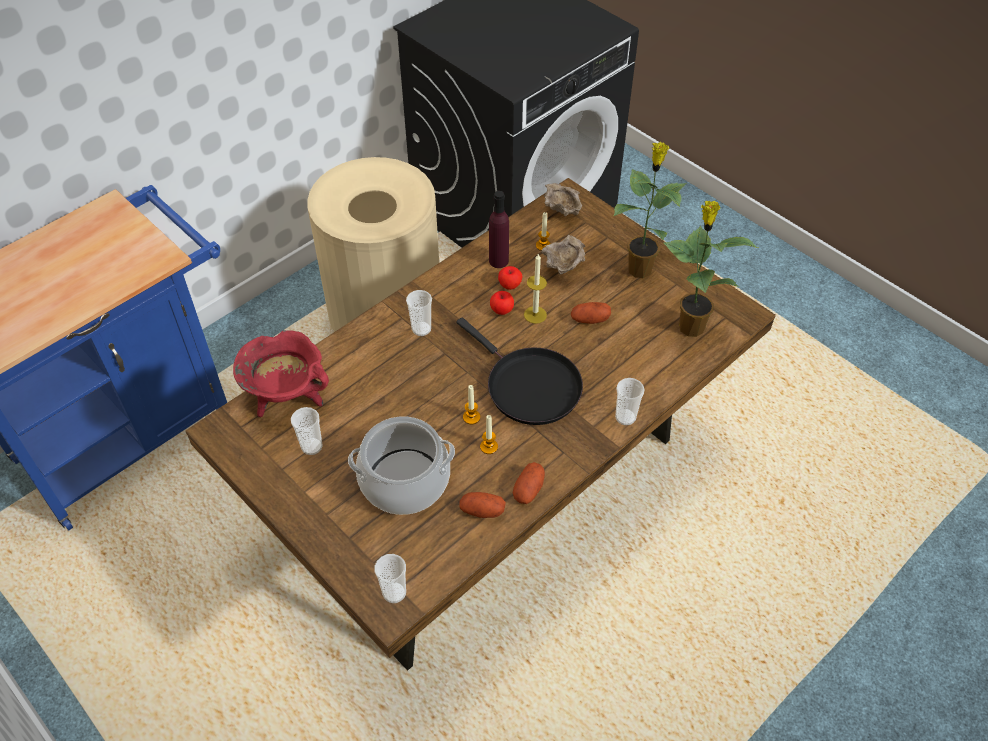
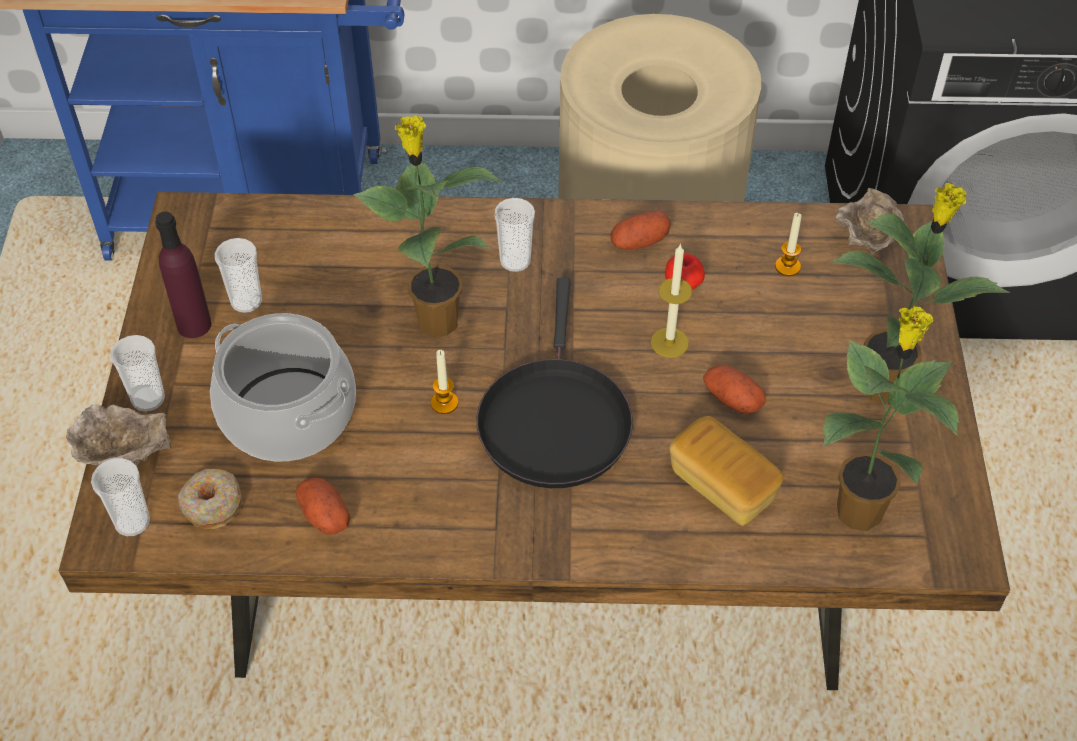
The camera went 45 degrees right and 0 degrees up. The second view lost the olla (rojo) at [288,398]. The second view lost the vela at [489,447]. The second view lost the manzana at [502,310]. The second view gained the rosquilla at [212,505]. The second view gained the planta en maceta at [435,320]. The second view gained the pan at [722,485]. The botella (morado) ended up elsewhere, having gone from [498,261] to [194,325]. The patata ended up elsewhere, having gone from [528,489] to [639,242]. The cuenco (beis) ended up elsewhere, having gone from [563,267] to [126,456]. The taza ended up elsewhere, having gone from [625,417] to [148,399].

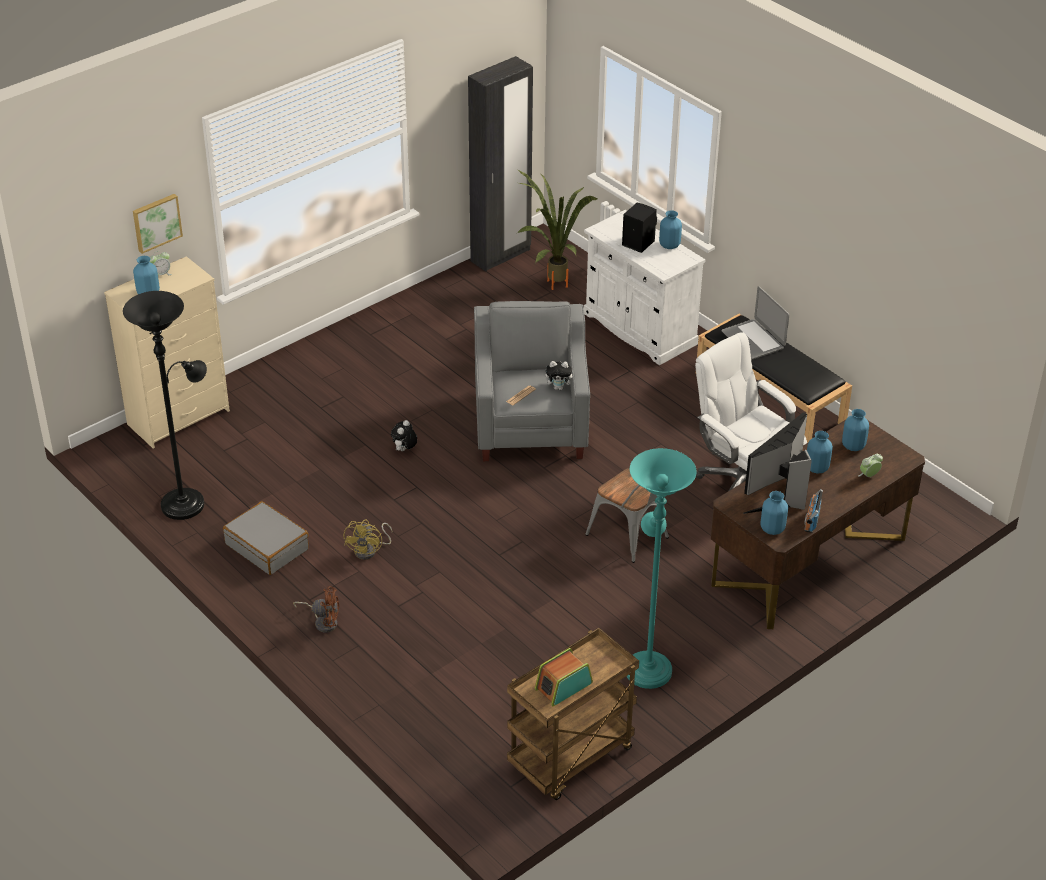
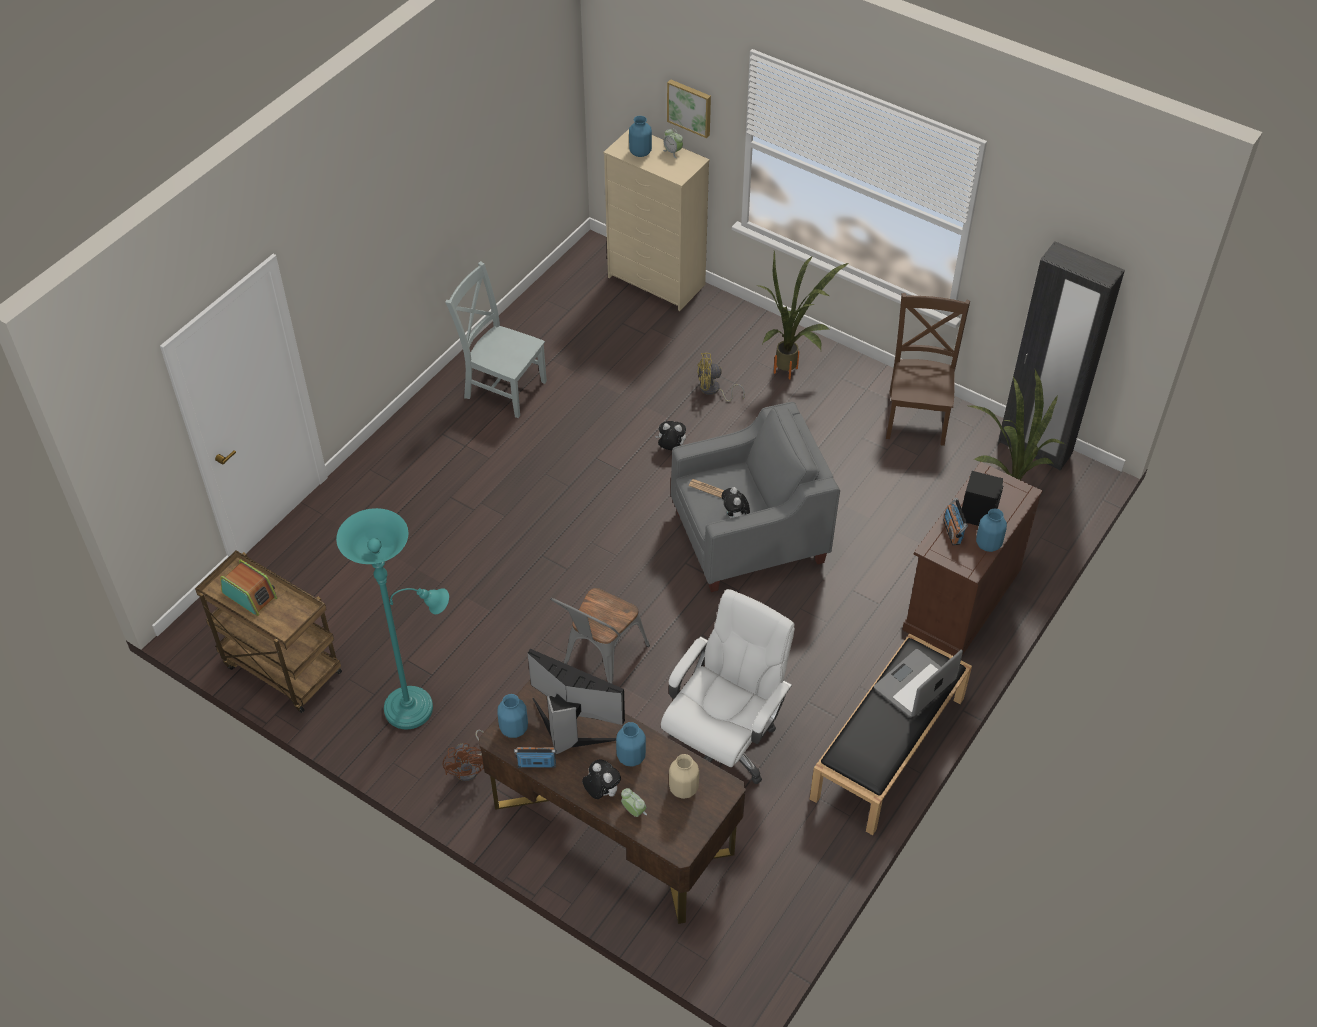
The camera went 75 degrees right and 10 degrees up. The second view lost the lámpara de pie (negro) at [186,501]. The second view gained the peluche at [601,792]. The second view gained the planta en maceta at [791,374]. The second view gained the silla (marrón) at [917,416]. The second view gained the radio at [952,531]. The ventilador (marrón) ended up elsewhere, having gone from [323,622] to [471,767]. The ventilador (amarillo) ended up elsewhere, having gone from [369,551] to [713,390]. Where the maleta (gris) stood at [267,546], the silla (gris) came to stand at [502,387]. What was the armario (blanco) at [639,329] turned into the armario (marrón) at [961,599]. What was the florero (azul) at [853,446] turned into the florero (beis) at [683,788].

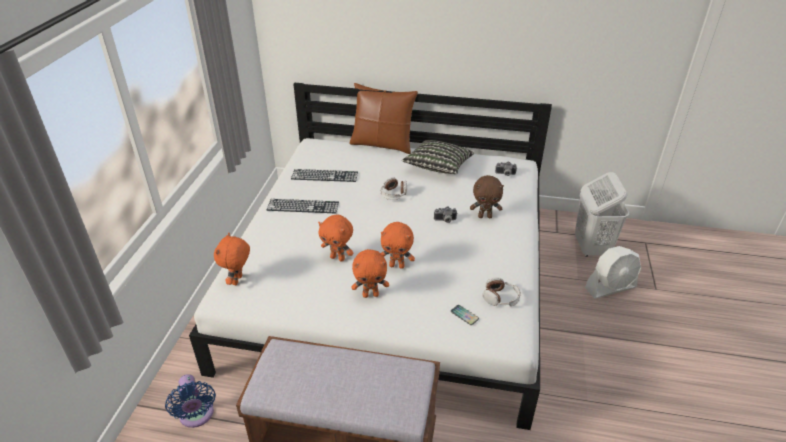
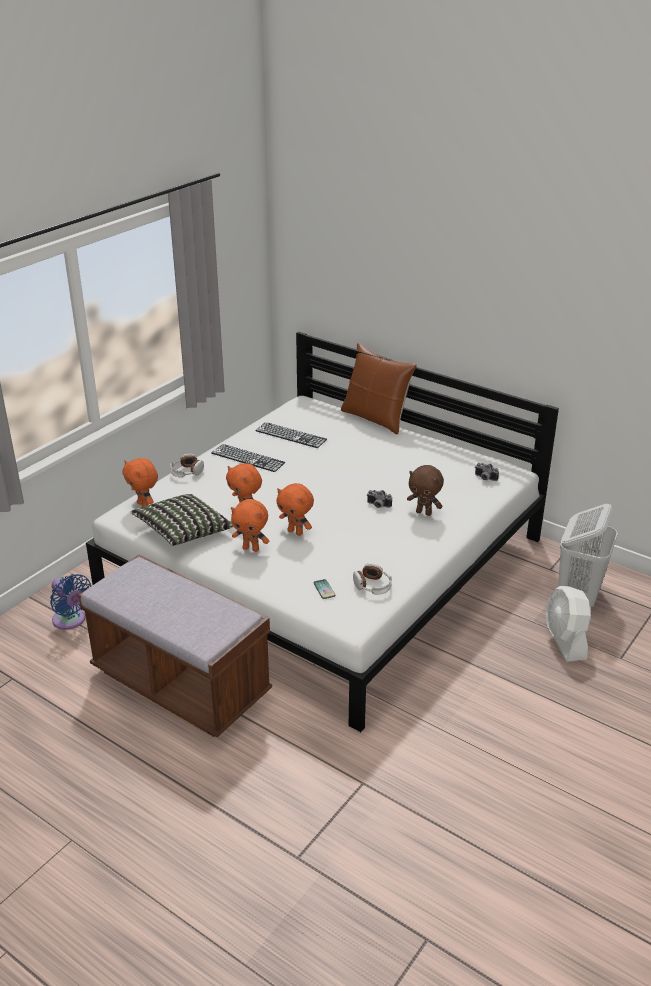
The camera went 25 degrees right and 5 degrees down. The auriculares ended up elsewhere, having gone from [394,194] to [186,472]. The cojín ended up elsewhere, having gone from [438,167] to [183,532]. The ventilador (azul) at [197,416] ended up facing another way, 45 degrees counterclockwise from before. The peluche (naranja) at [238,280] ended up facing another way, 75 degrees counterclockwise from before. The ventilador (blanco) at [610,287] ended up facing another way, 75 degrees clockwise from before.

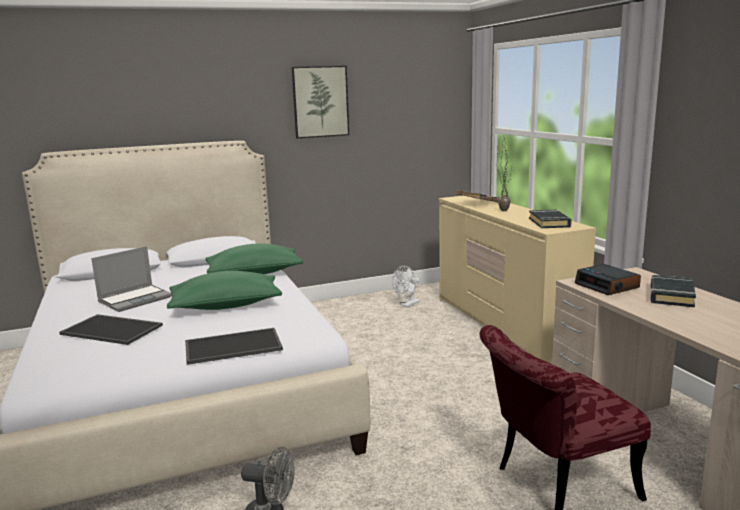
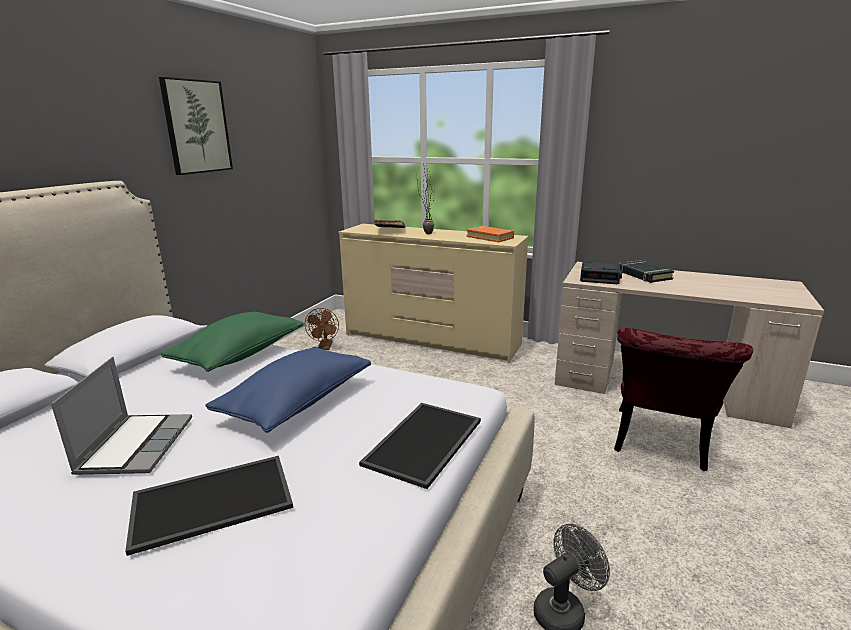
The camera went 45 degrees left and 5 degrees up. What was the cojín (verde) at [226,306] turned into the cojín (azul) at [297,403]. What was the ventilador (blanco) at [407,304] turned into the ventilador (marrón) at [325,347]. What was the libro (negro) at [549,223] turned into the libro (naranja) at [490,237].

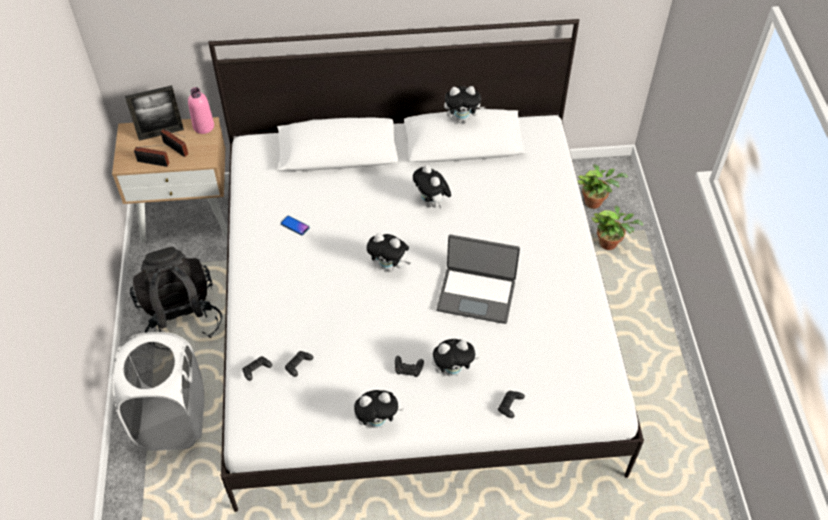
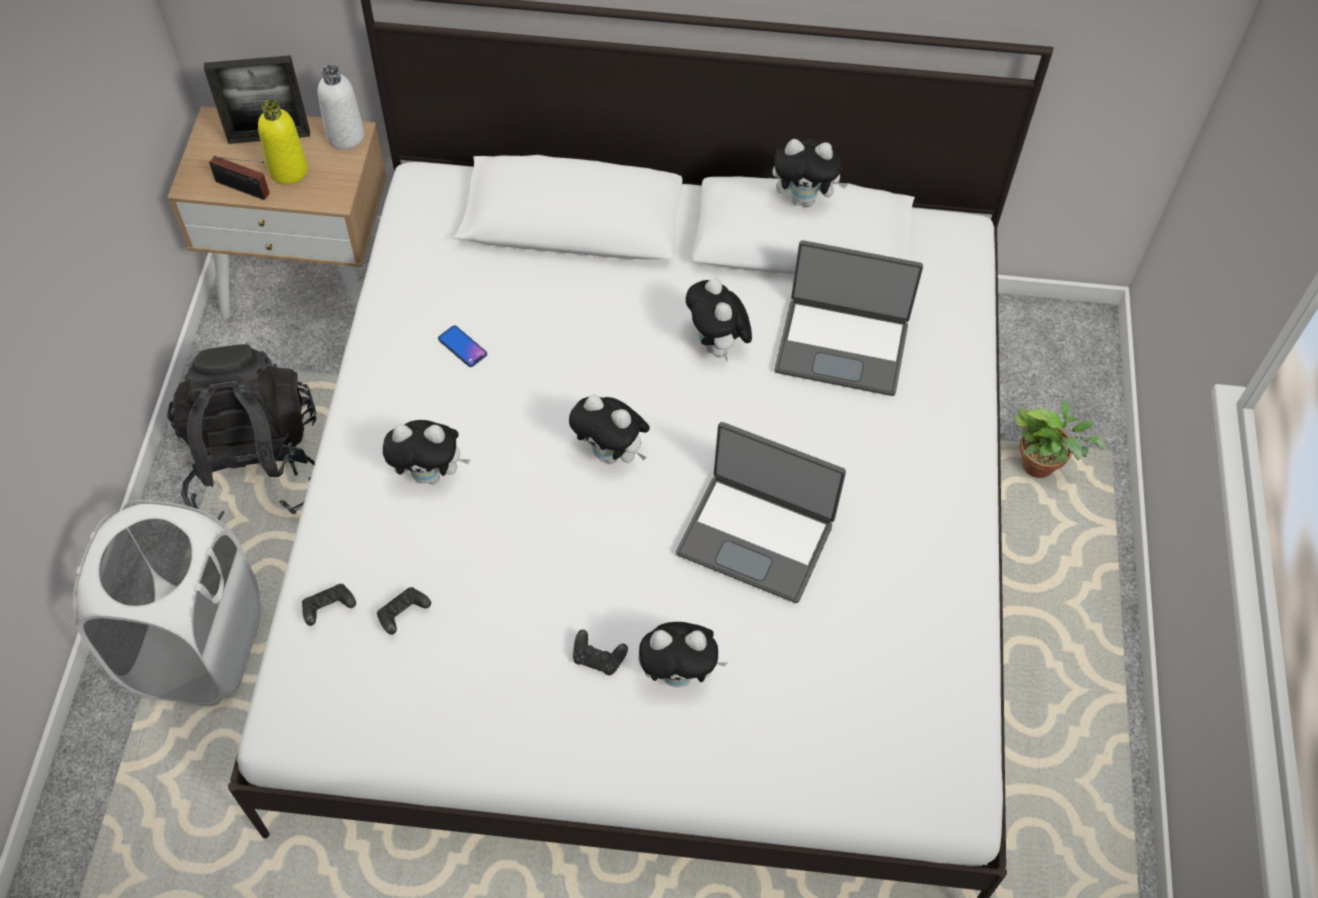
The camera went 10 degrees right and 5 degrees up. The second view lost the mando de consola (negro) at [510,407]. The second view lost the planta en maceta at [595,201]. The second view gained the portátil at [842,346]. The peluche ended up elsewhere, having gone from [378,421] to [430,474]. Where the radio stood at [176,149], the botella (amarillo) came to stand at [288,170]. What was the botella (rosa) at [203,126] turned into the botella (blanco) at [345,136].

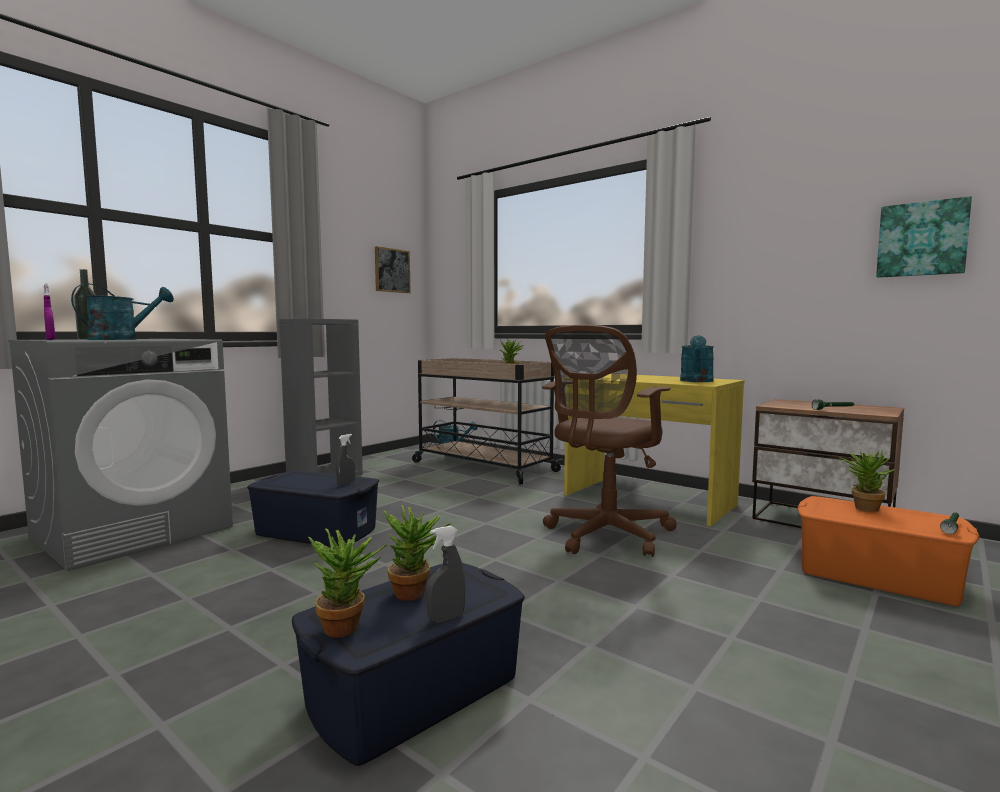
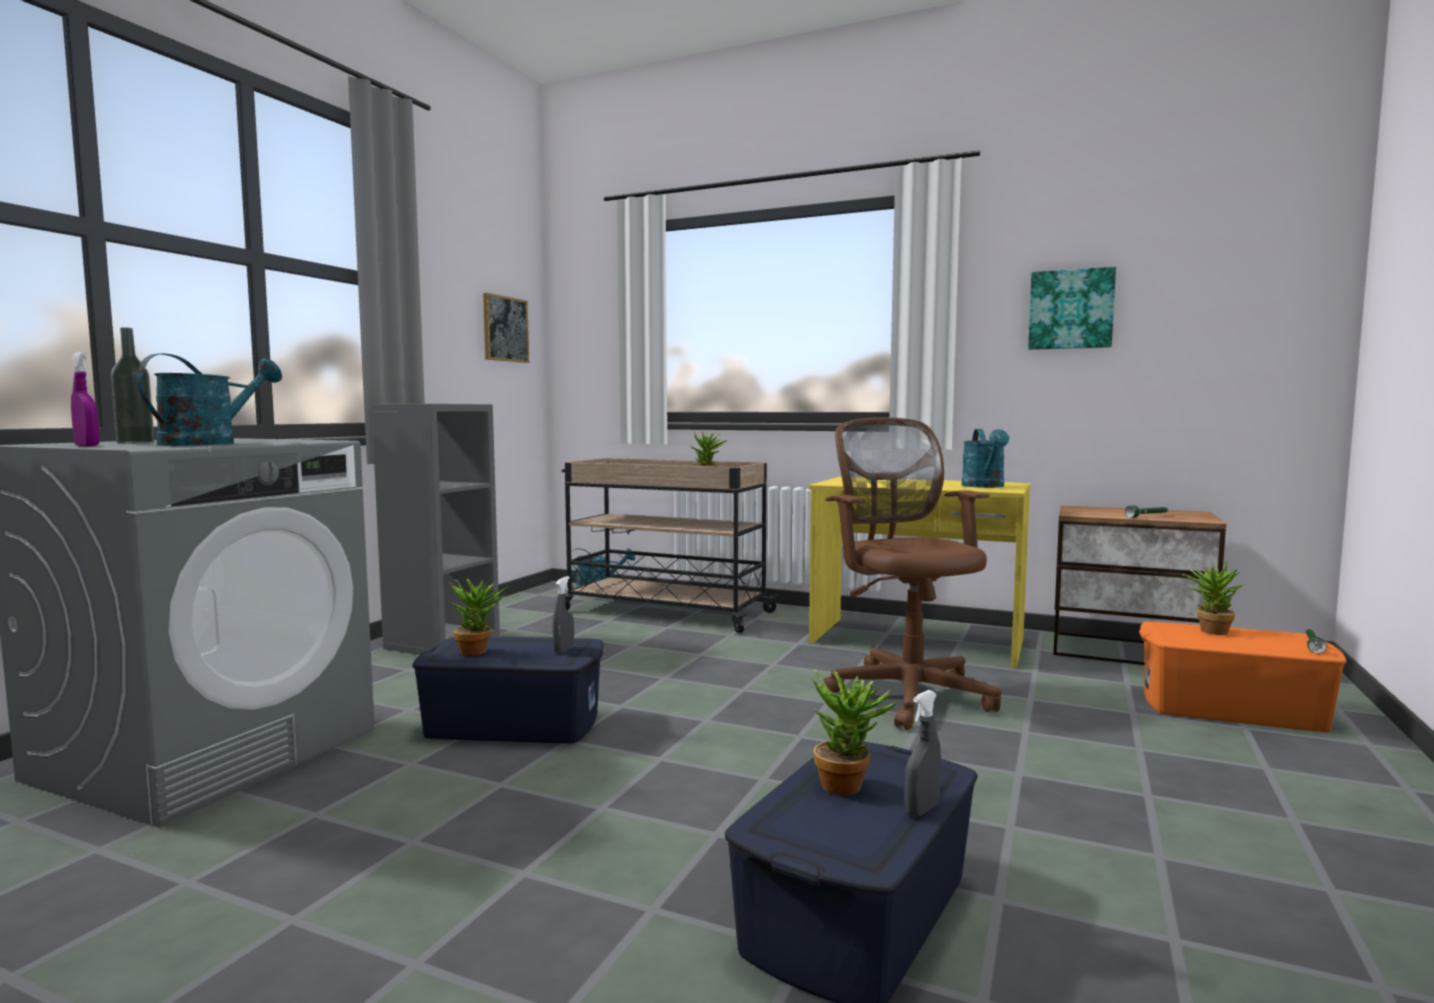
The camera went 15 degrees left and 0 degrees up. The planta en maceta ended up elsewhere, having gone from [349,628] to [479,651]. The cuadro ended up elsewhere, having gone from [922,239] to [1071,309]. The silla de oficina (marrón) at [604,536] ended up facing another way, 135 degrees clockwise from before.

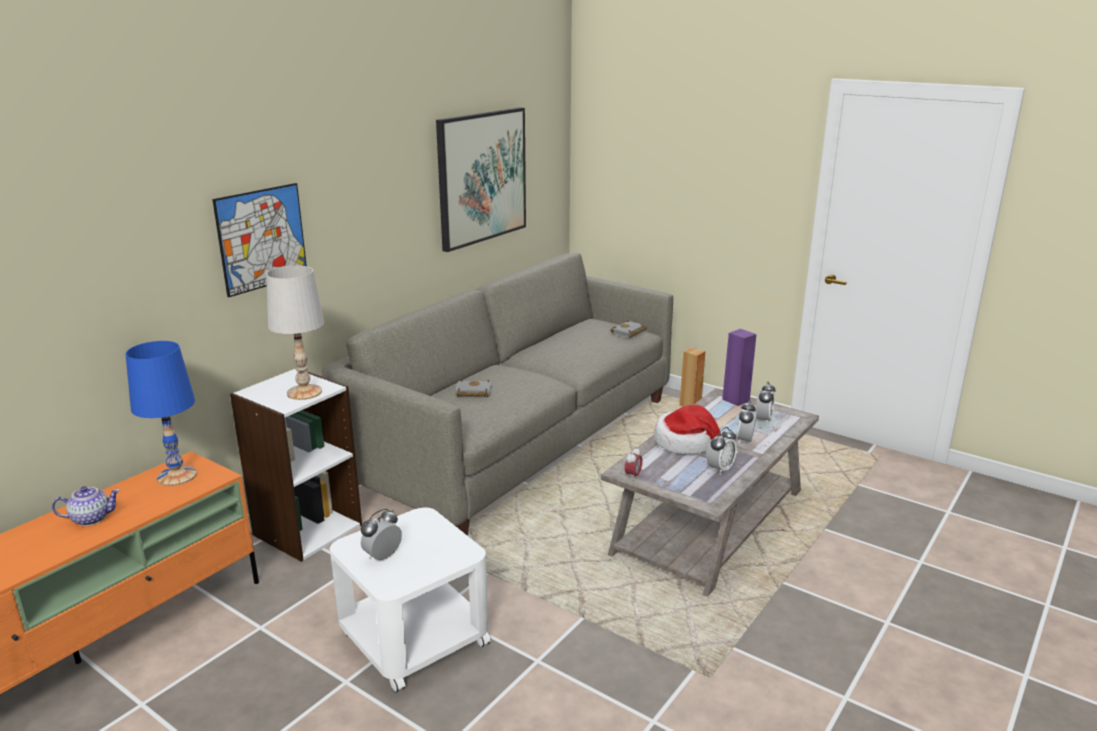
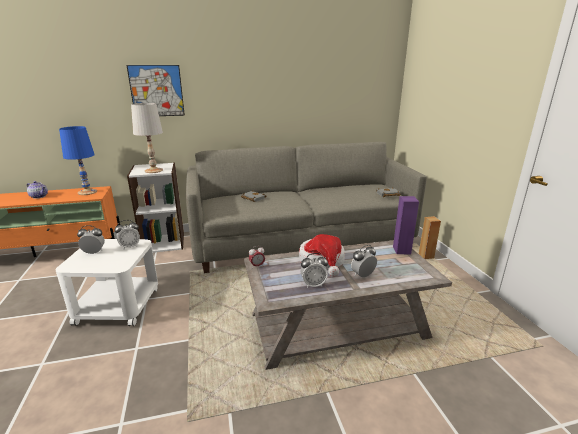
The camera went 40 degrees right and 0 degrees up. The second view lost the cuadro at [481,177]. The despertador ended up elsewhere, having gone from [763,420] to [130,246].

